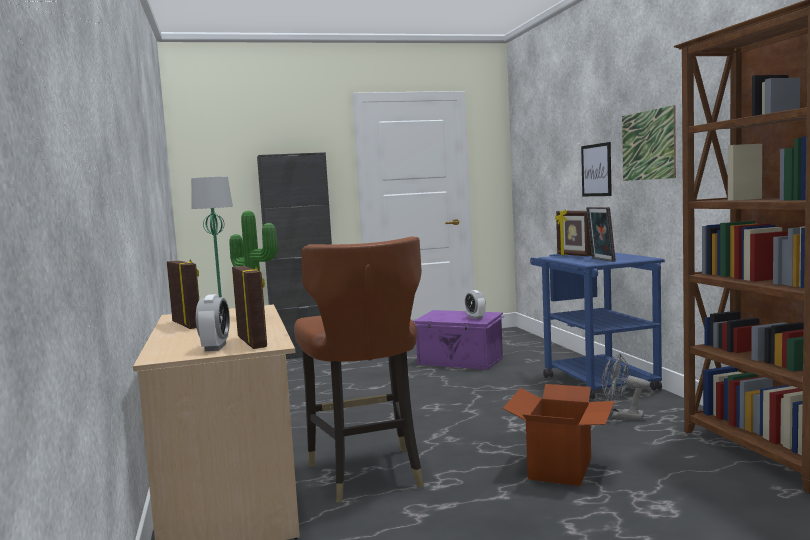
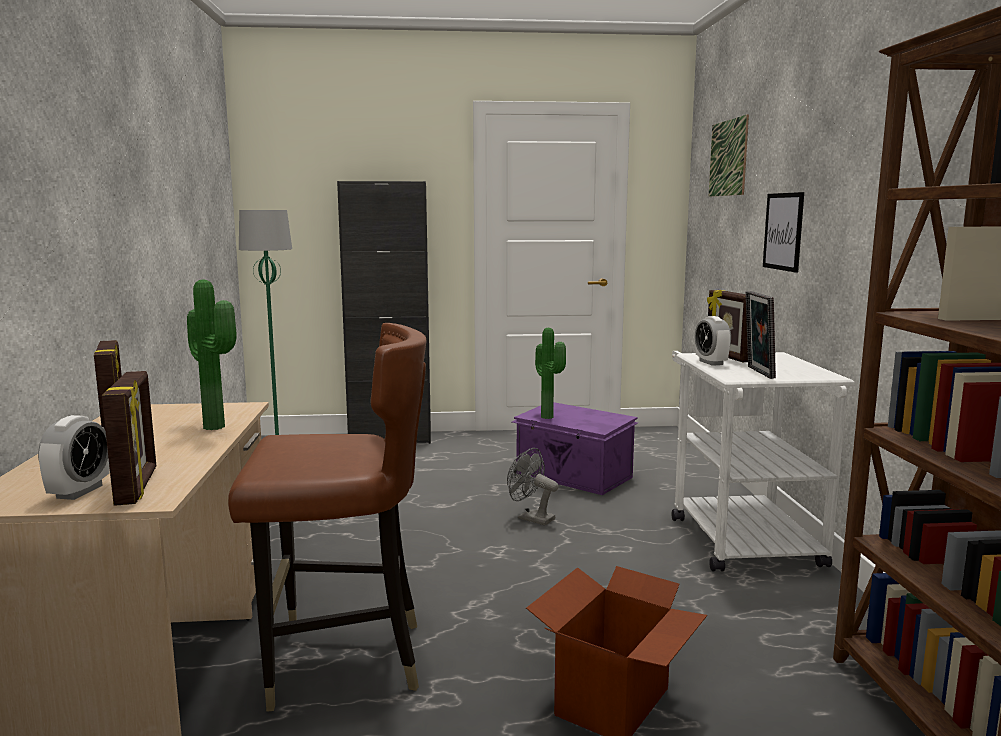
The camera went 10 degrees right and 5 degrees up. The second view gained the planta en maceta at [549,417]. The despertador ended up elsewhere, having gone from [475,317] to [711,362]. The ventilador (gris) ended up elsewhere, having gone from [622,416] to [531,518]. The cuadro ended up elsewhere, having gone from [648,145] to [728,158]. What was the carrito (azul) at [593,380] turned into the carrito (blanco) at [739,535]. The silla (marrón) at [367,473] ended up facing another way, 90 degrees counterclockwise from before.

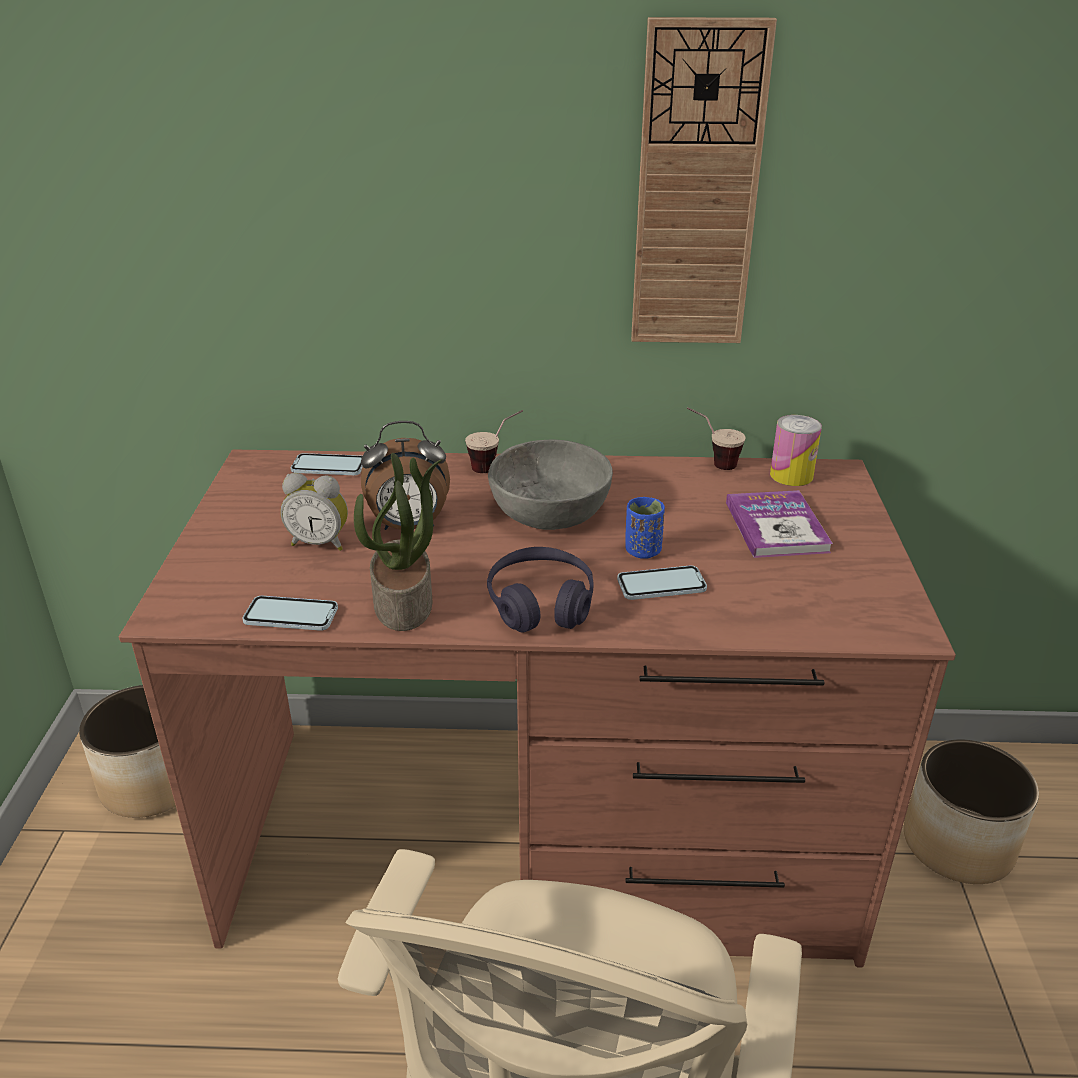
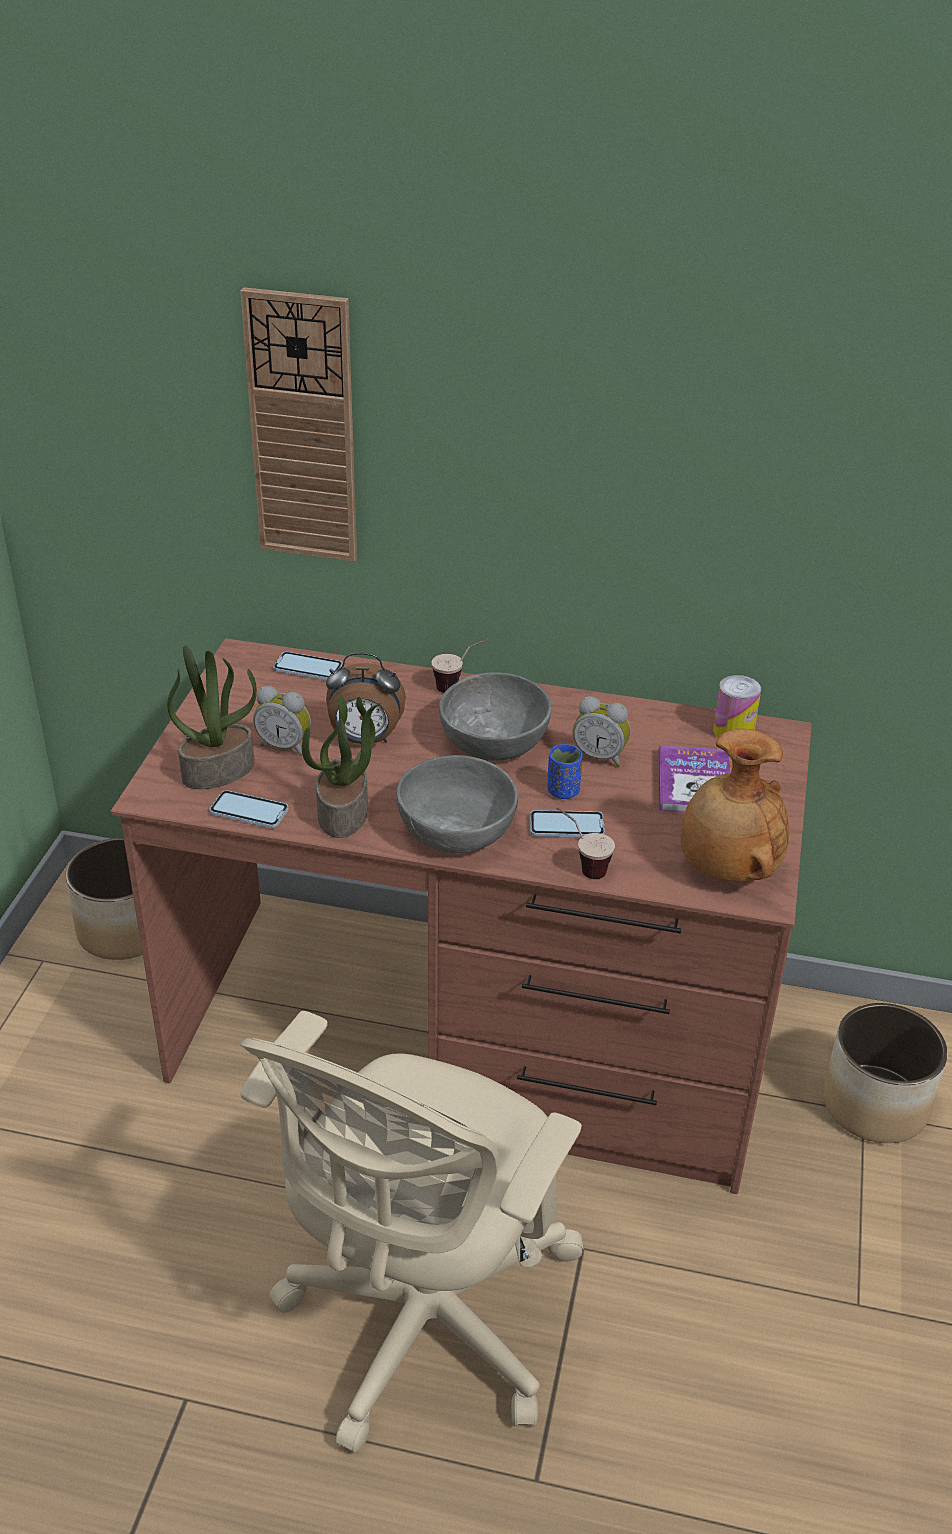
The camera went 10 degrees right and 5 degrees up. The second view gained the planta en maceta at [218,770]. The second view gained the despertador at [600,756]. The second view gained the florero (marrón) at [727,868]. The reloj de pared ended up elsewhere, having gone from [697,191] to [303,429]. The taza ended up elsewhere, having gone from [711,463] to [581,866]. Where the auriculares (morado) stood at [540,604], the cuenco (gris) came to stand at [457,829].

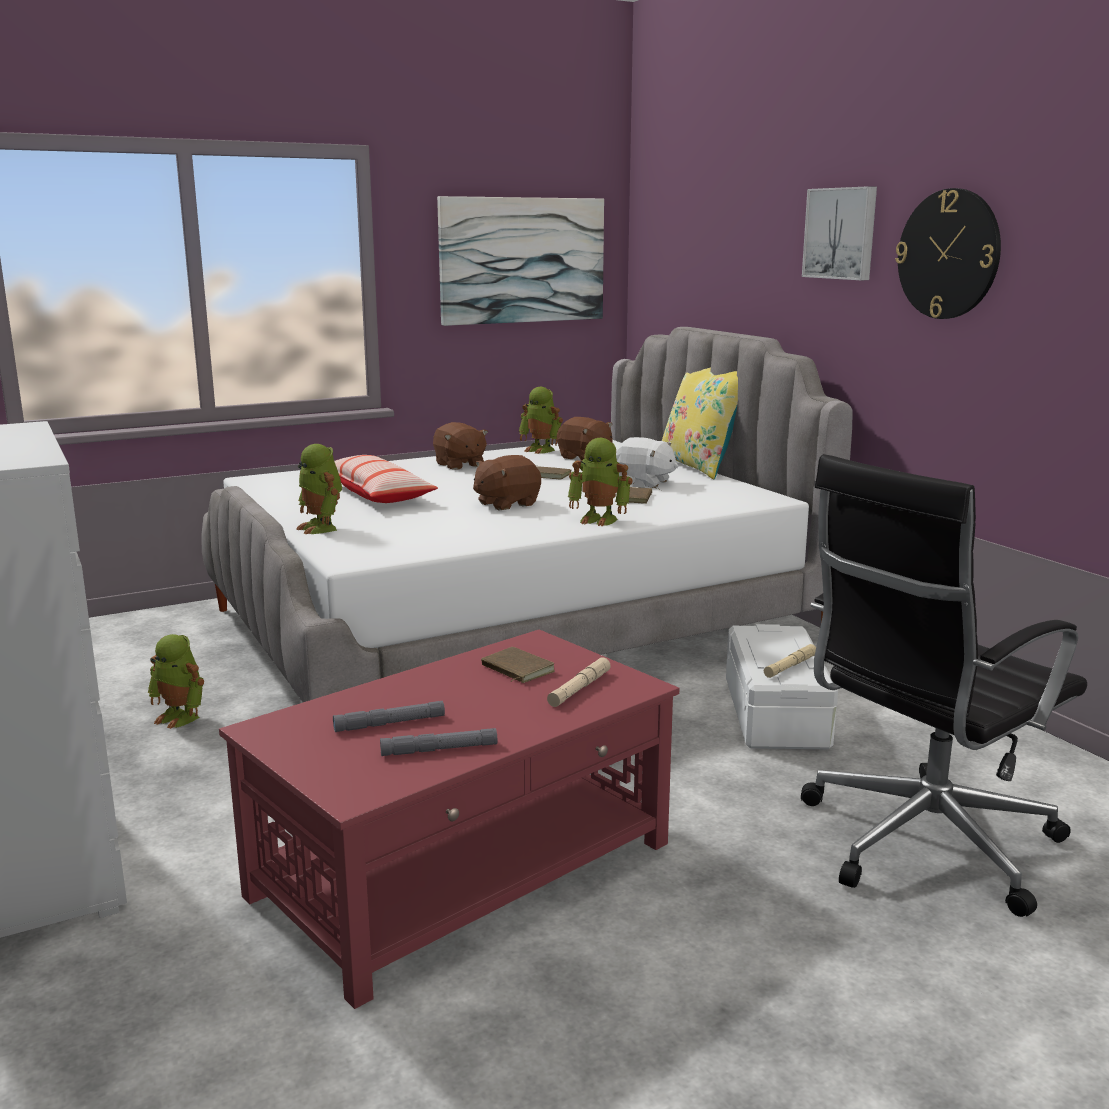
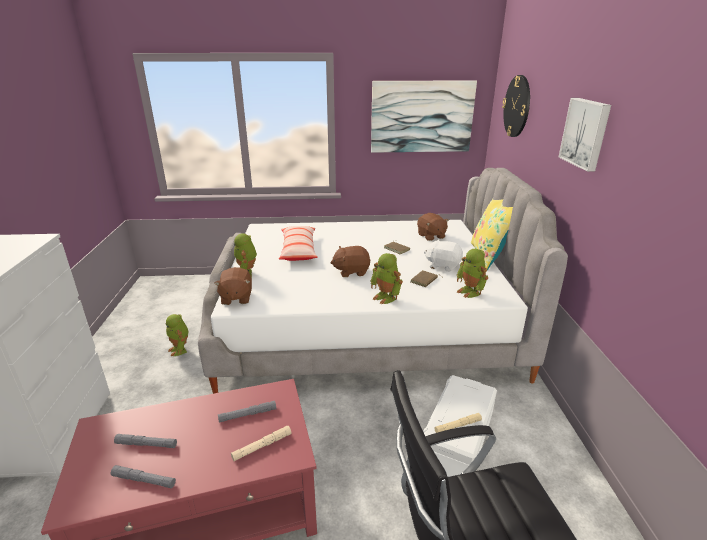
The camera went 25 degrees right and 10 degrees up. The peluche (marrón) ended up elsewhere, having gone from [459,465] to [236,298]. The robot de juguete ended up elsewhere, having gone from [541,450] to [470,292]. The reloj de pared ended up elsewhere, having gone from [948,254] to [517,106]. Where the libro (marrón) stood at [515,669], the linterna (gris) came to stand at [248,414]. The peluche (blanco) at [644,482] ended up facing another way, 150 degrees clockwise from before.

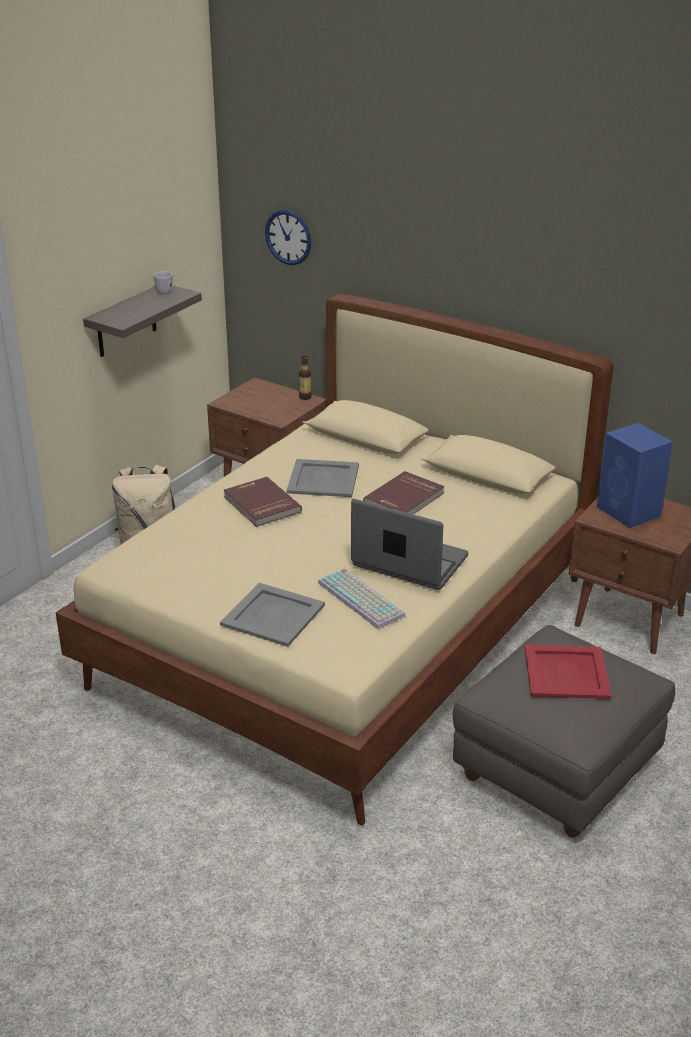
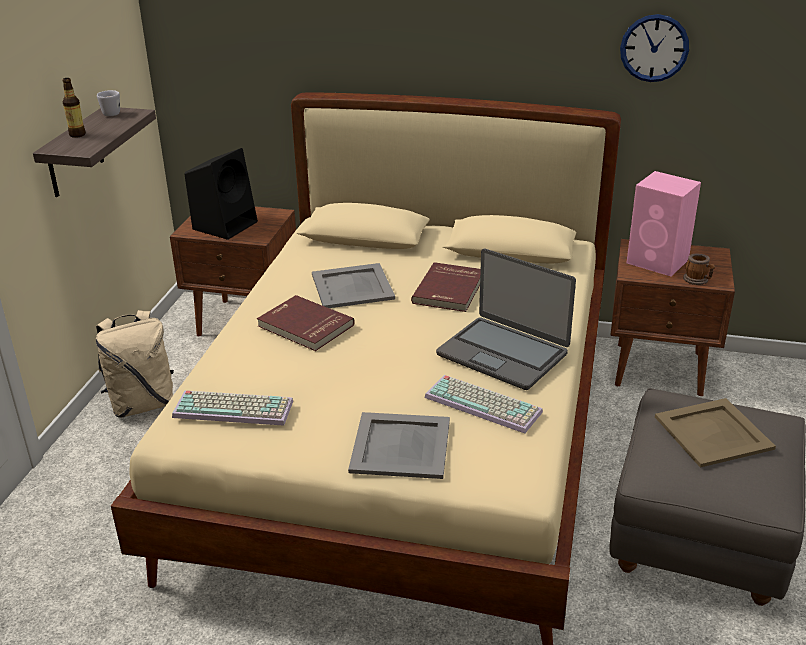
The camera went 20 degrees left and 0 degrees up. The second view gained the teclado at [235,408]. The second view gained the altavoz (negro) at [226,225]. The second view gained the taza grande at [698,280]. The reloj de pared ended up elsewhere, having gone from [288,237] to [654,48]. The botella ended up elsewhere, having gone from [305,397] to [77,135]. What was the bandeja (rojo) at [565,672] turned into the bandeja (beis) at [712,432]. What was the altavoz (azul) at [629,512] turned into the altavoz (rosa) at [659,262]. The portátil at [409,562] ended up facing another way, 150 degrees counterclockwise from before.

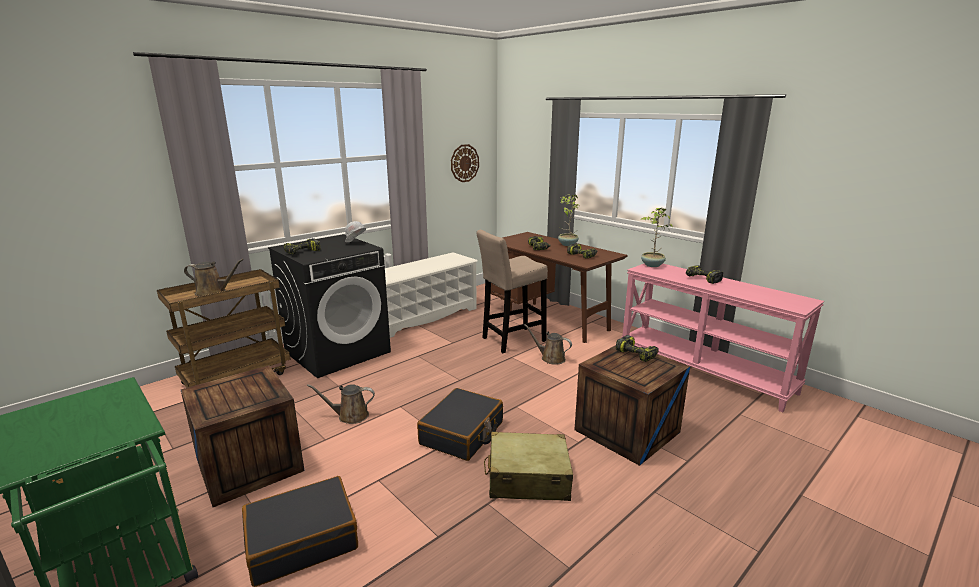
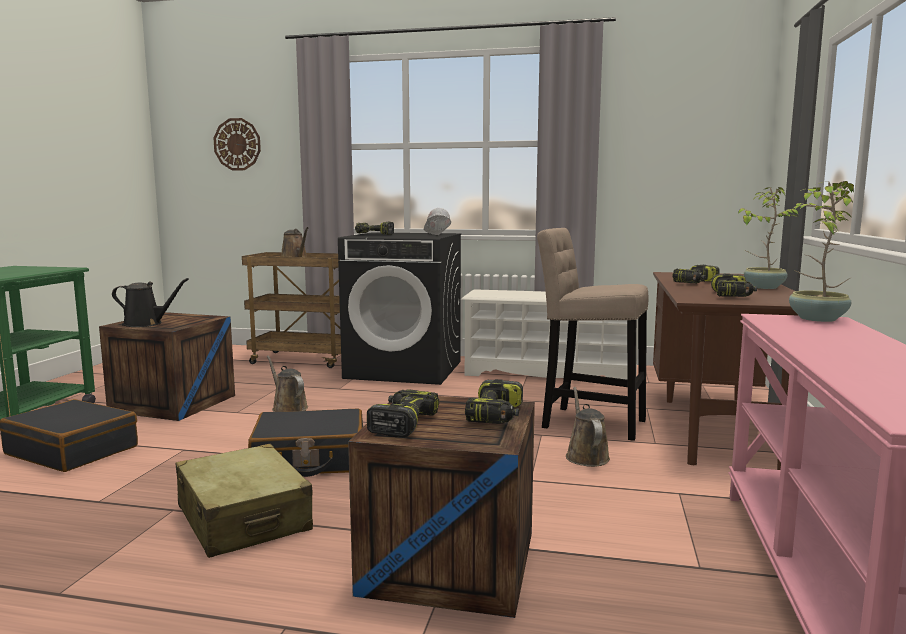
The camera went 55 degrees right and 10 degrees down. The second view gained the regadera (negro) at [146,324]. The reloj de pared ended up elsewhere, having gone from [464,163] to [237,144]. The taladro ended up elsewhere, having gone from [702,279] to [402,423].

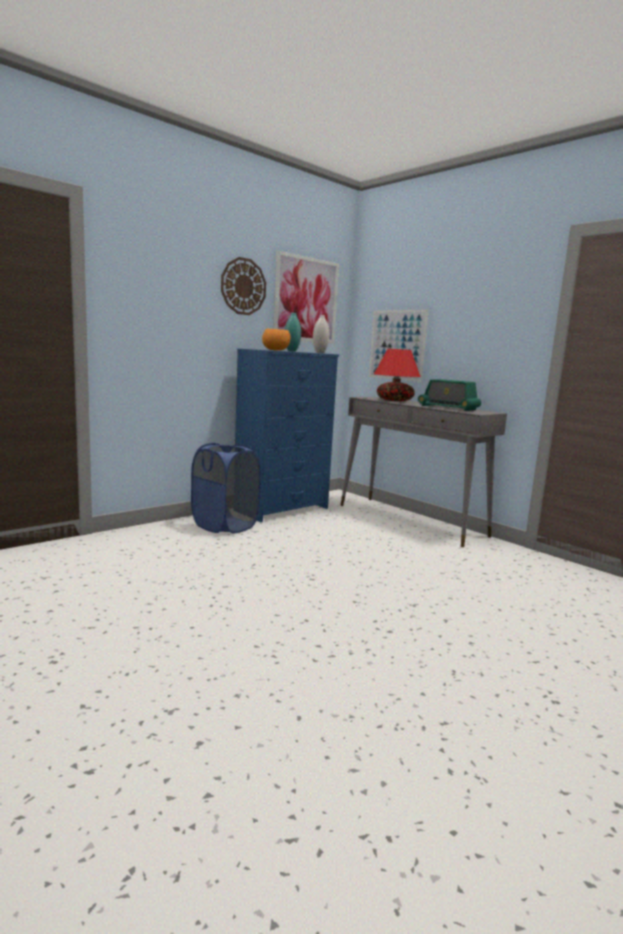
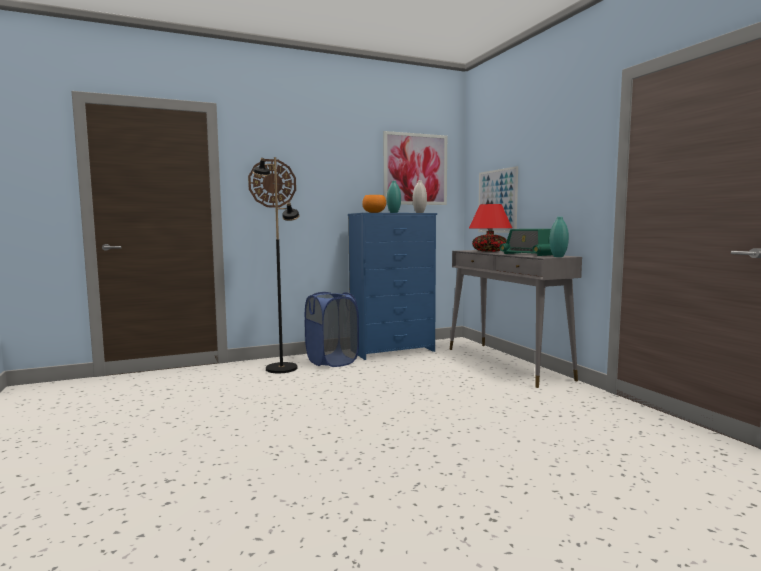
The camera went 20 degrees right and 5 degrees down. The second view gained the lámpara de pie (negro) at [281,368]. The second view gained the florero (turquesa) at [558,256]. The reloj de pared ended up elsewhere, having gone from [243,286] to [272,183].

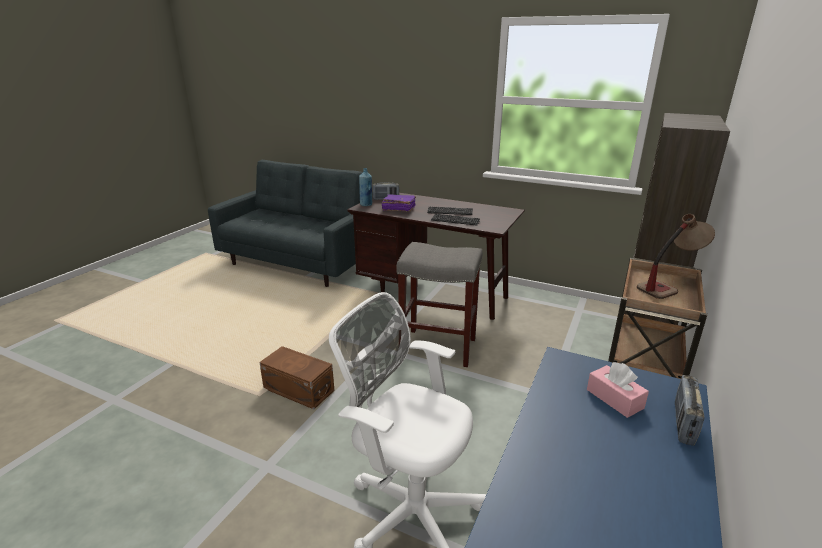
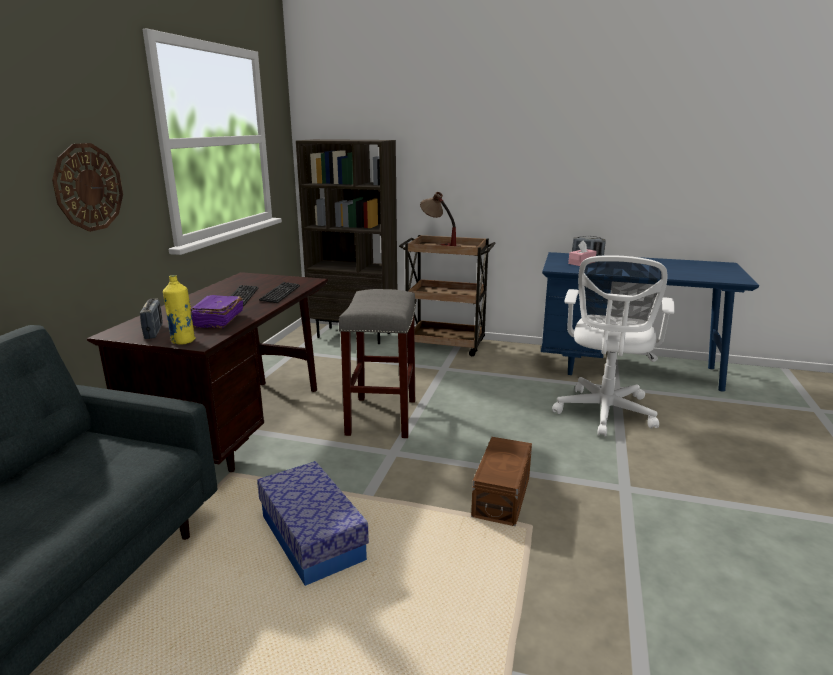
The camera went 100 degrees left and 5 degrees down. The second view gained the reloj de pared at [88,187]. The second view gained the caja de almacenaje at [312,538]. What was the botella (azul) at [366,205] turned into the botella (amarillo) at [183,341].

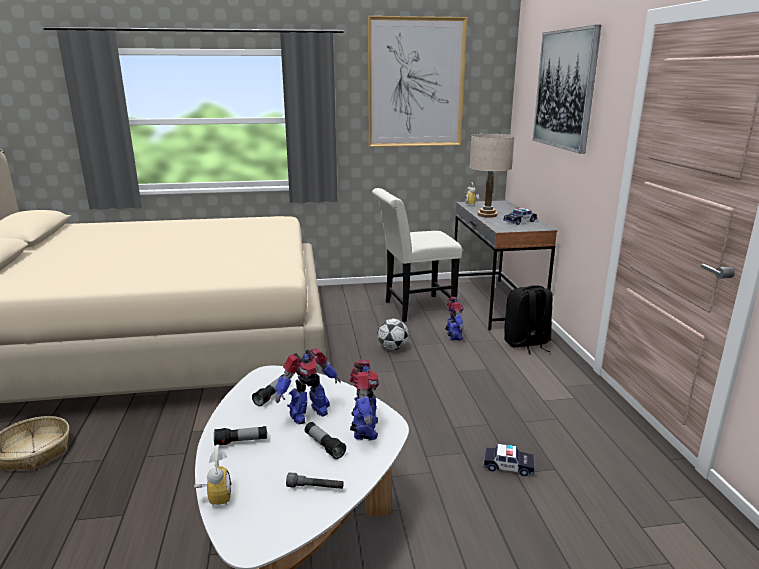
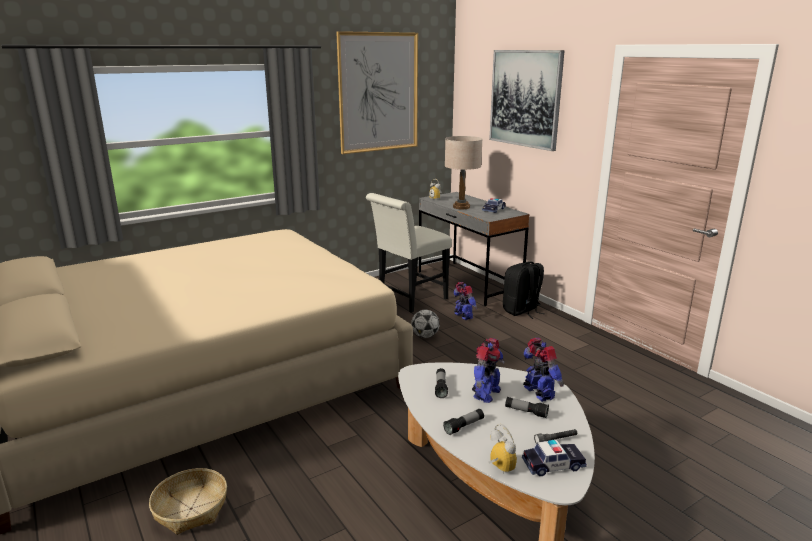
The camera went 25 degrees left and 0 degrees up. The coche de juguete ended up elsewhere, having gone from [508,466] to [553,464].

